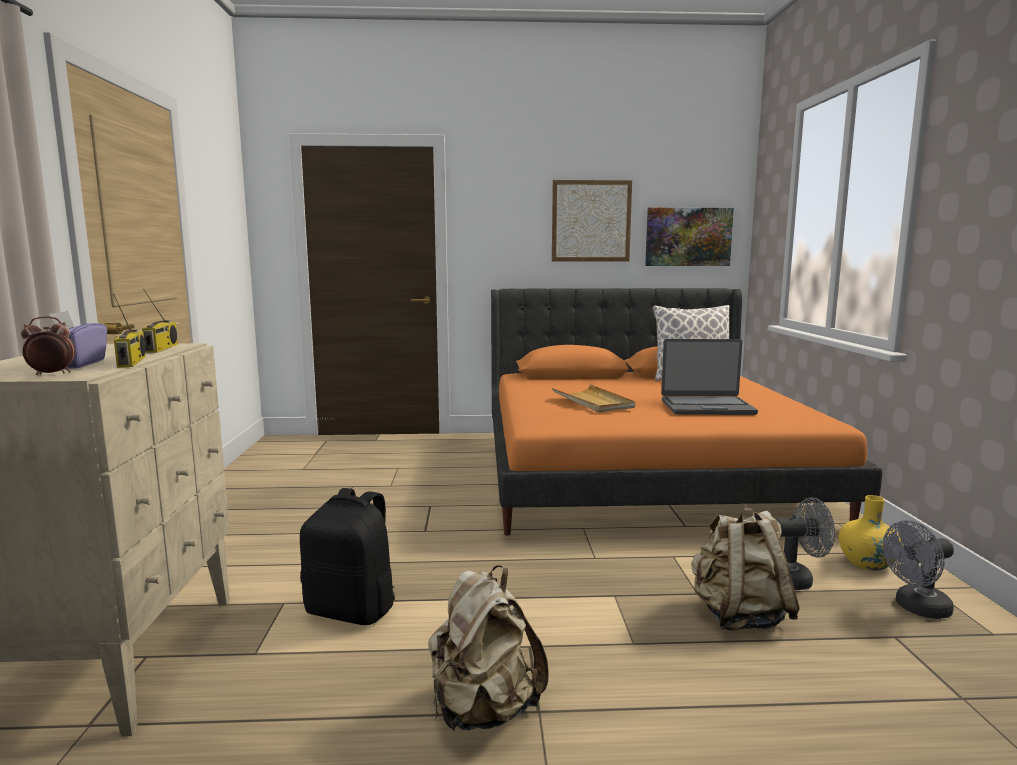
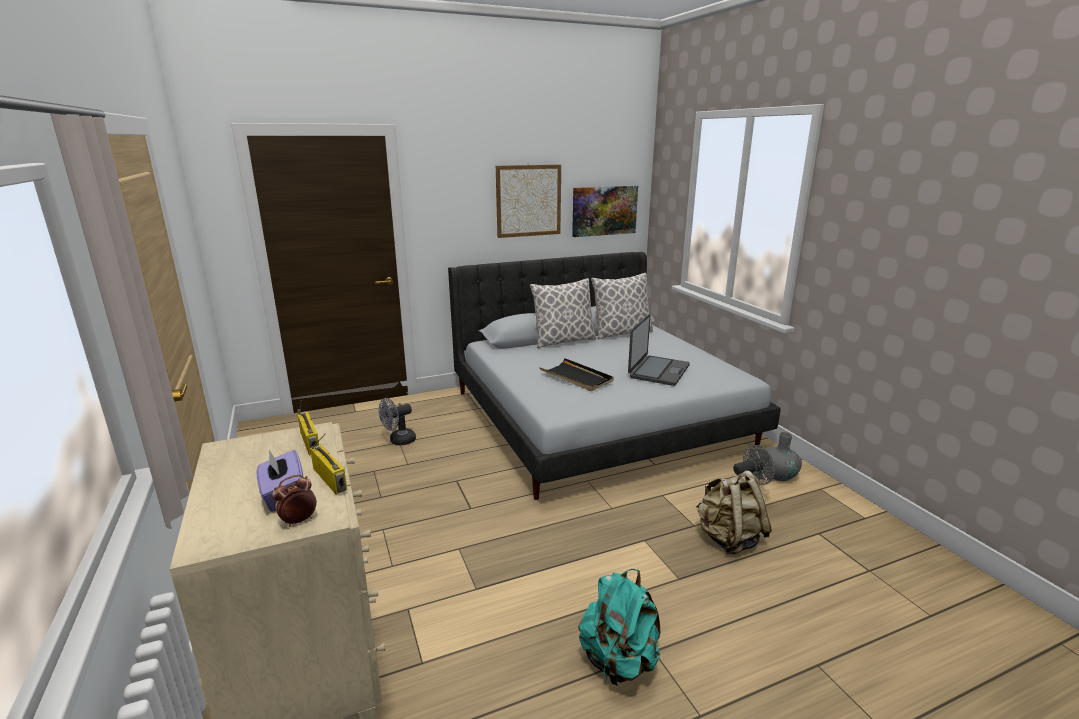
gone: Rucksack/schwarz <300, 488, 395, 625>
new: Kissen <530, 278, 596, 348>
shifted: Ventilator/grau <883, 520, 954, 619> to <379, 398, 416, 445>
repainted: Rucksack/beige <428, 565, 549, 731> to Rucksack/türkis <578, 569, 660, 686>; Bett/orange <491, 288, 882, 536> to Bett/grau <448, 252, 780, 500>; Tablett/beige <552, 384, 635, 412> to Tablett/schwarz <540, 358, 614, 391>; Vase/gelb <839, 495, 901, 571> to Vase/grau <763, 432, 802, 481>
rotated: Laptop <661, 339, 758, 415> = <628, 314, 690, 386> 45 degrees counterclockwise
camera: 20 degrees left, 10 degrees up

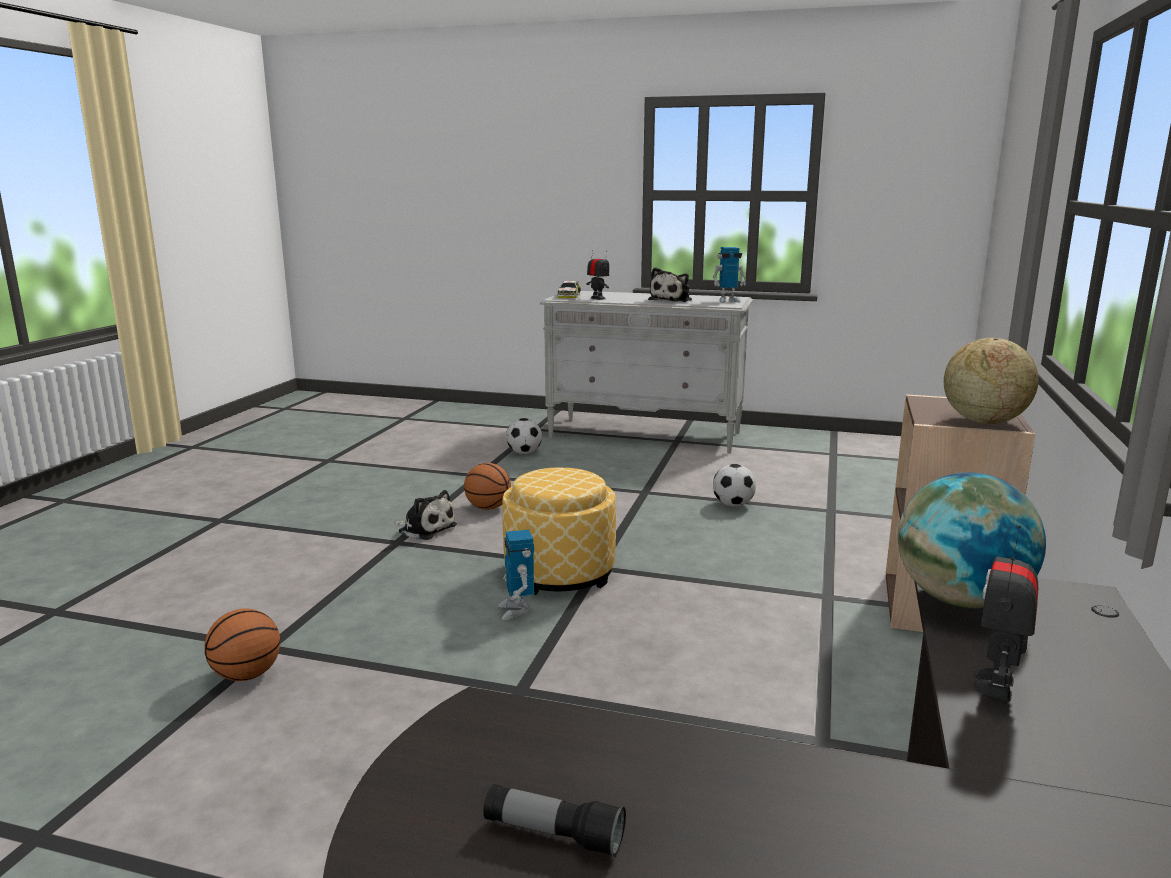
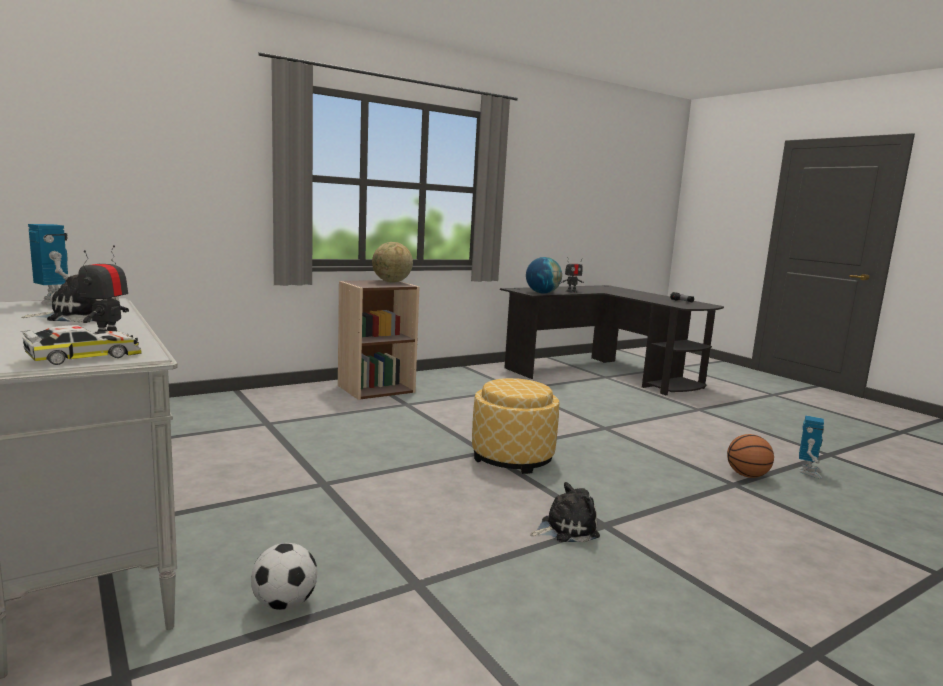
gone: Basketball <464, 463, 511, 510>; Fußball <713, 464, 756, 507>
shifted: Spielzeugroboter <498, 530, 534, 620> to <799, 415, 824, 479>
rotated: Plüschtier <394, 490, 457, 540> = <530, 482, 600, 542> 90 degrees clockwise
camera: 140 degrees left, 5 degrees down

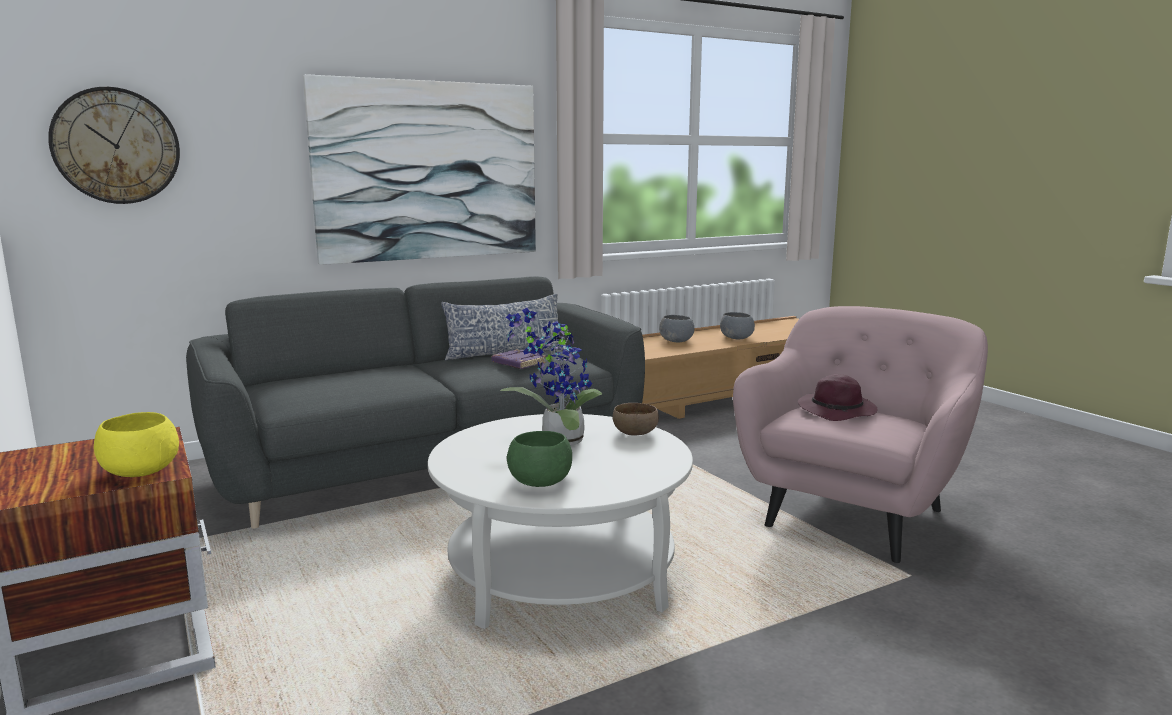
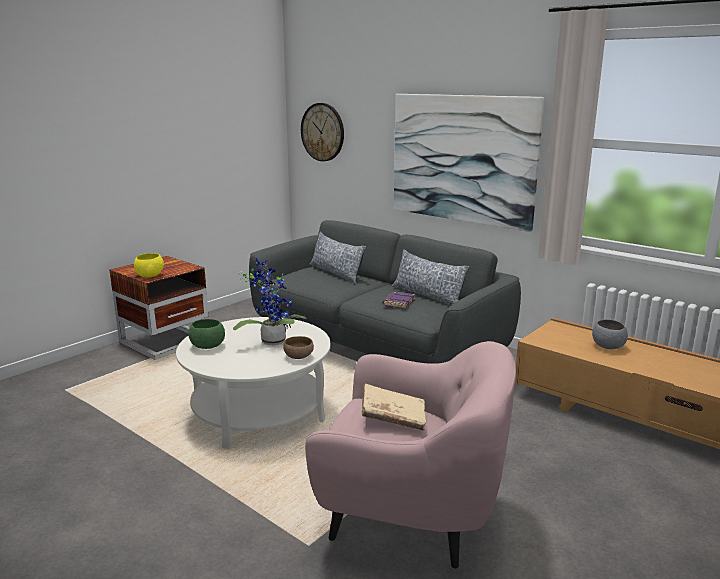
gone: Schüssel/grau <720, 312, 755, 339>
new: Kissen <309, 232, 366, 284>
swapped: Hut/lila <798, 374, 878, 421> to Buch/beige <362, 384, 426, 431>
camera: 70 degrees right, 5 degrees up

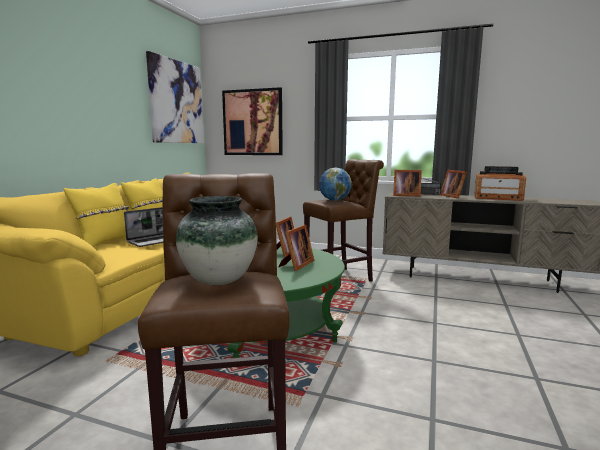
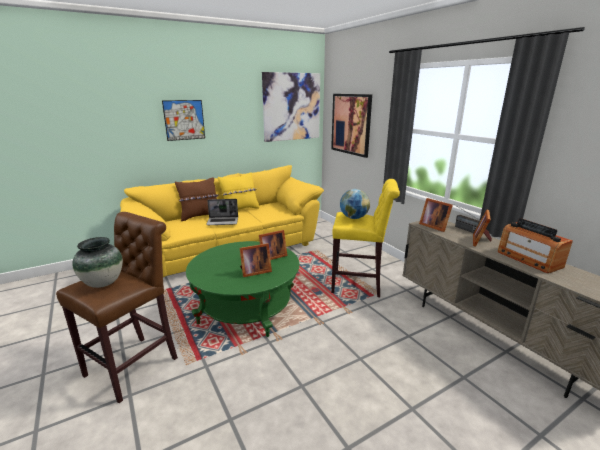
new: Bild <162, 100, 205, 141>
repainted: Kissen/gelb <64, 183, 130, 247> to Kissen/braun <175, 177, 218, 221>; Hocker/braun <303, 159, 384, 282> to Hocker/gelb <331, 179, 400, 297>
camera: 40 degrees right, 10 degrees up

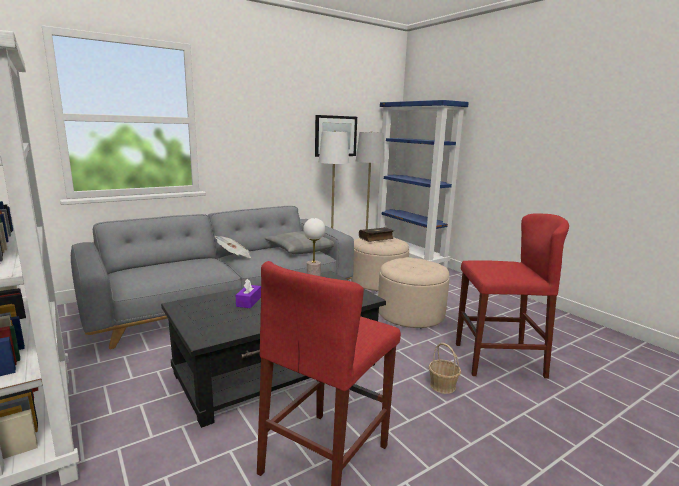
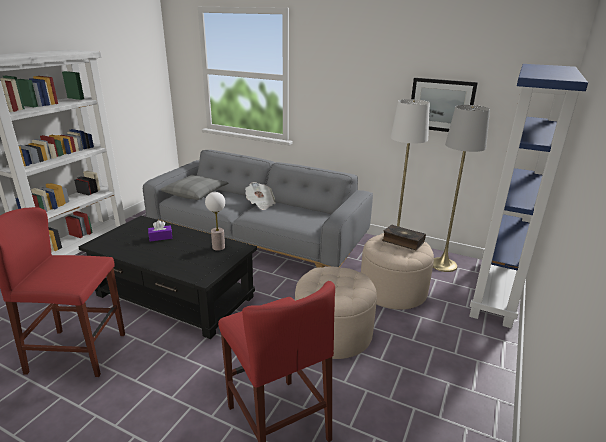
gone: Korb <428, 343, 461, 394>
shifted: Kissen/grau <265, 231, 334, 254> to <160, 175, 228, 200>
camera: 60 degrees right, 10 degrees up

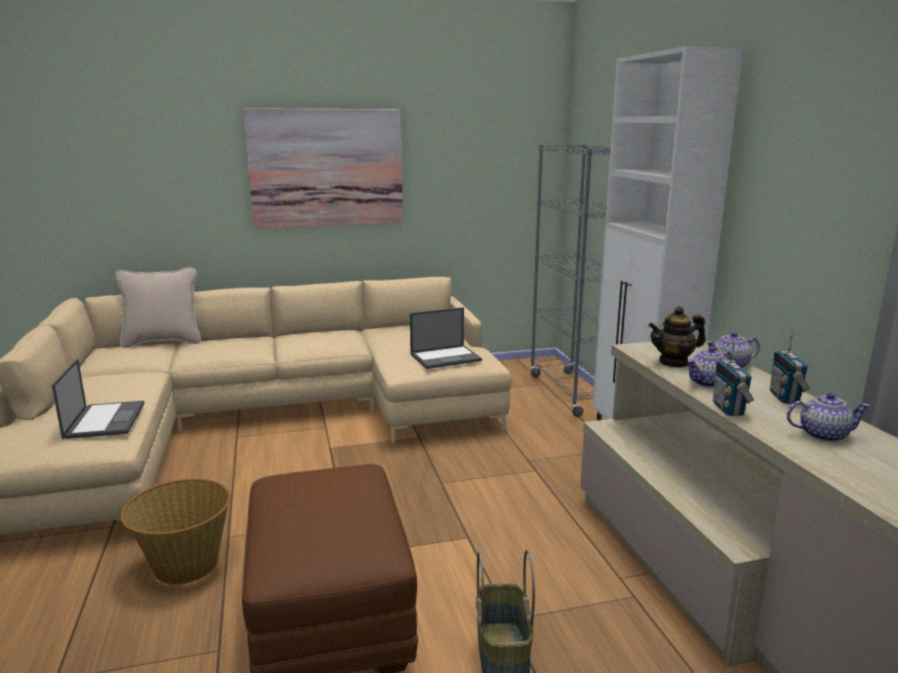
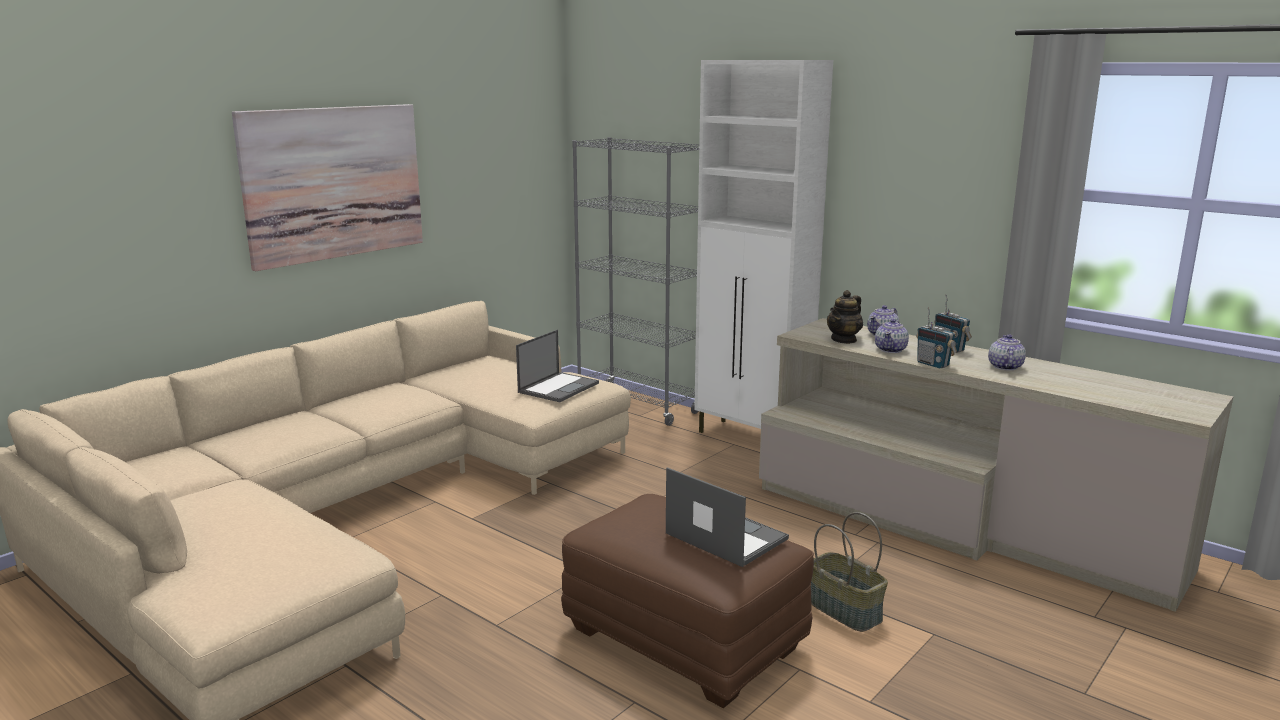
gone: Kissen/beige <115, 267, 201, 348>; Korb <121, 479, 231, 585>
shifted: Laptop <52, 359, 144, 439> to <666, 467, 789, 567>
rotated: Teekanne <787, 393, 870, 442> = <988, 334, 1026, 371> 45 degrees counterclockwise
camera: 35 degrees left, 0 degrees up

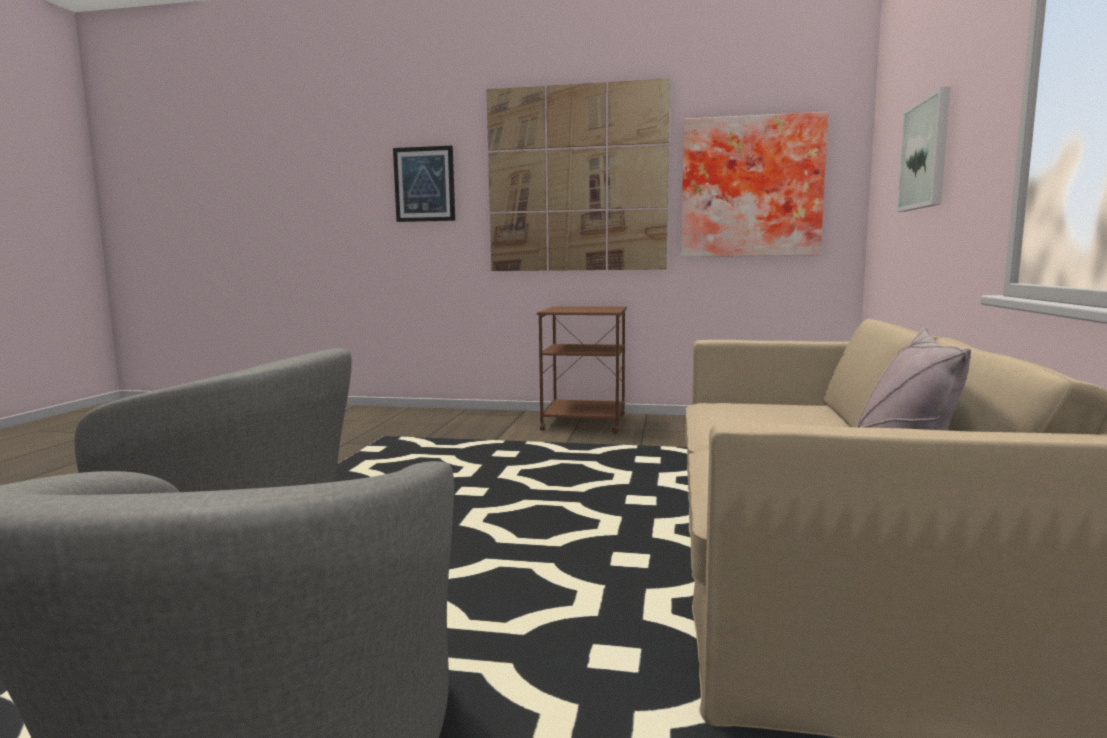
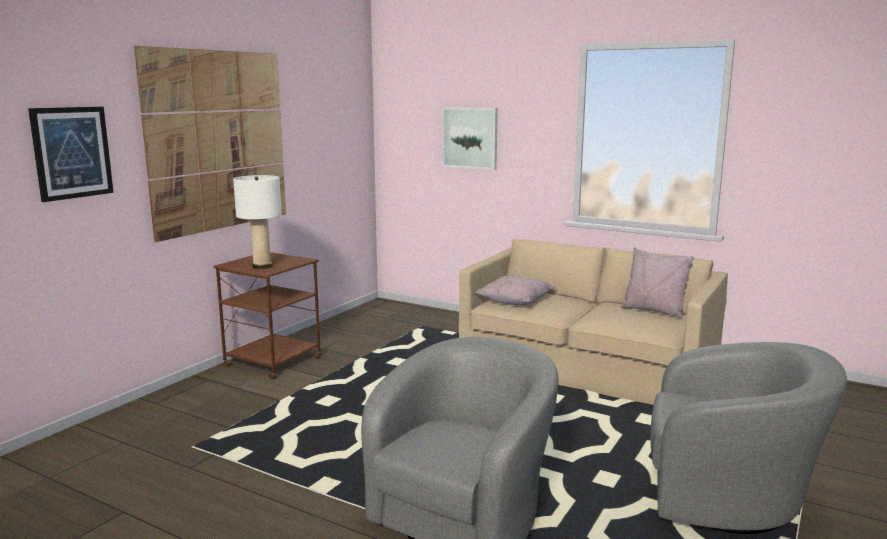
gone: Bild <681, 112, 828, 257>
new: Tischlampe/weiß <233, 175, 282, 269>; Kissen/lila <475, 275, 556, 305>
camera: 70 degrees left, 5 degrees up

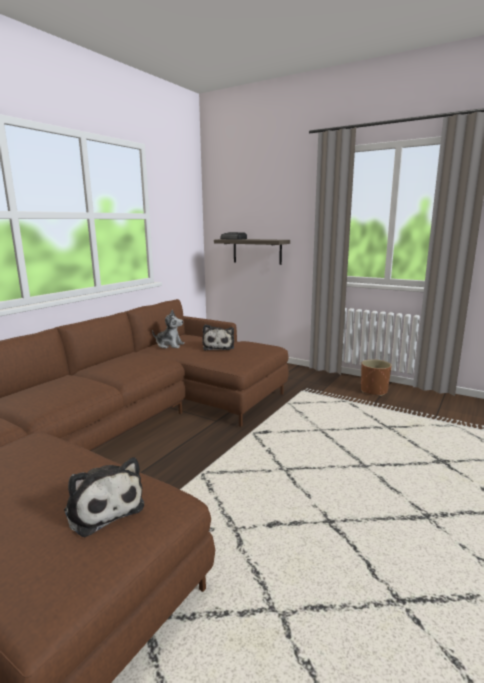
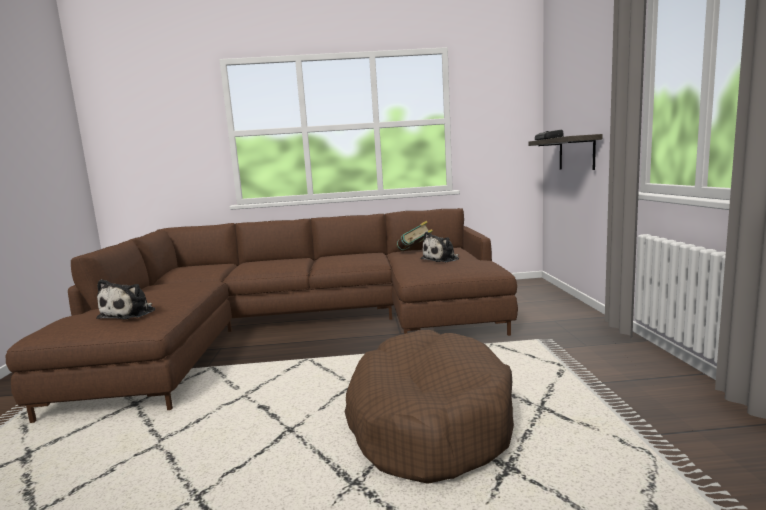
gone: Pflanzkübel/braun <361, 359, 392, 396>
new: Hundebett/braun <345, 330, 514, 484>
swapped: Plüschtier <152, 310, 184, 348> to Buch <396, 221, 433, 251>
camera: 55 degrees right, 5 degrees down

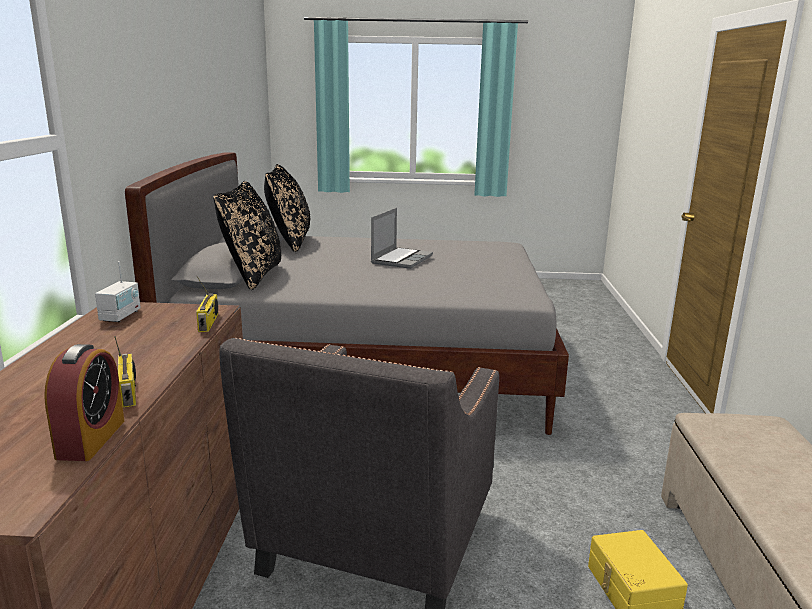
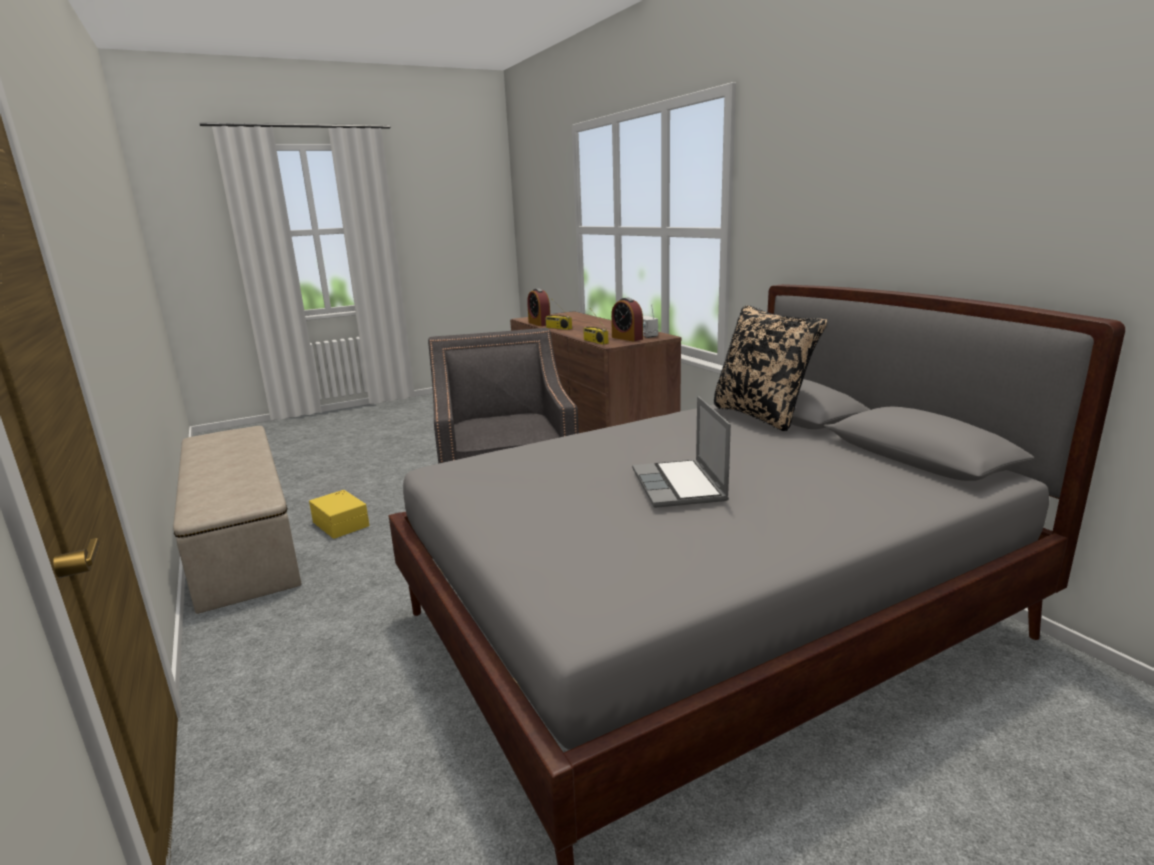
gone: Kissen/schwarz <264, 164, 310, 252>
new: Wecker <611, 298, 643, 341>
camera: 150 degrees right, 0 degrees up

